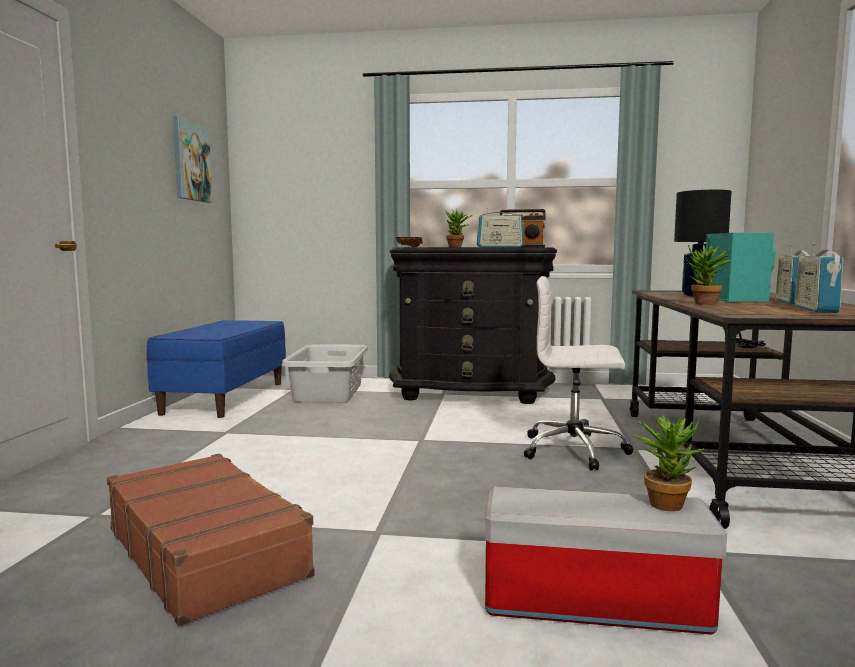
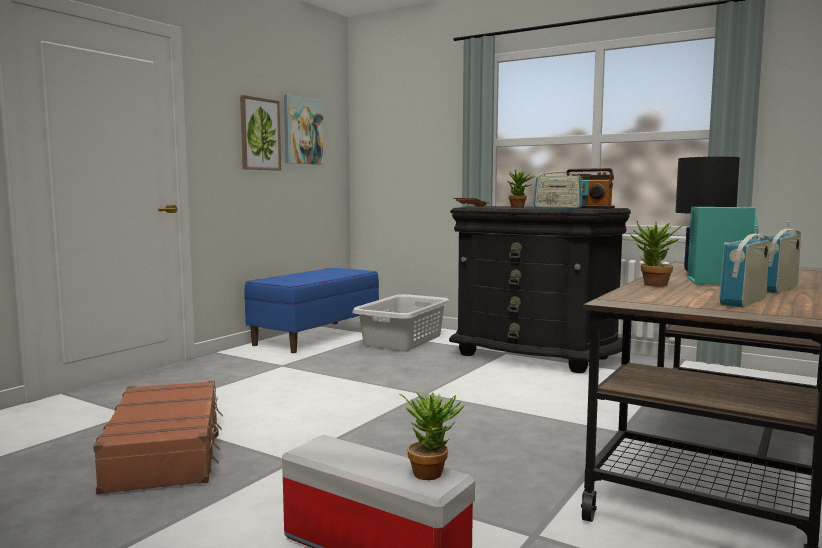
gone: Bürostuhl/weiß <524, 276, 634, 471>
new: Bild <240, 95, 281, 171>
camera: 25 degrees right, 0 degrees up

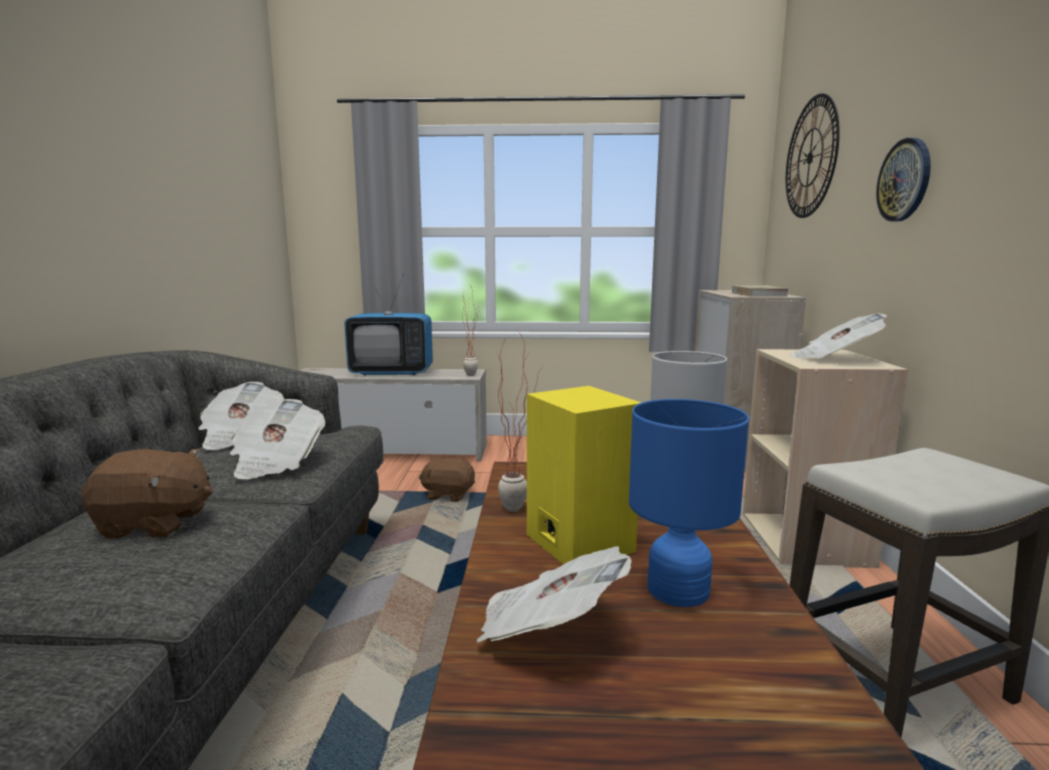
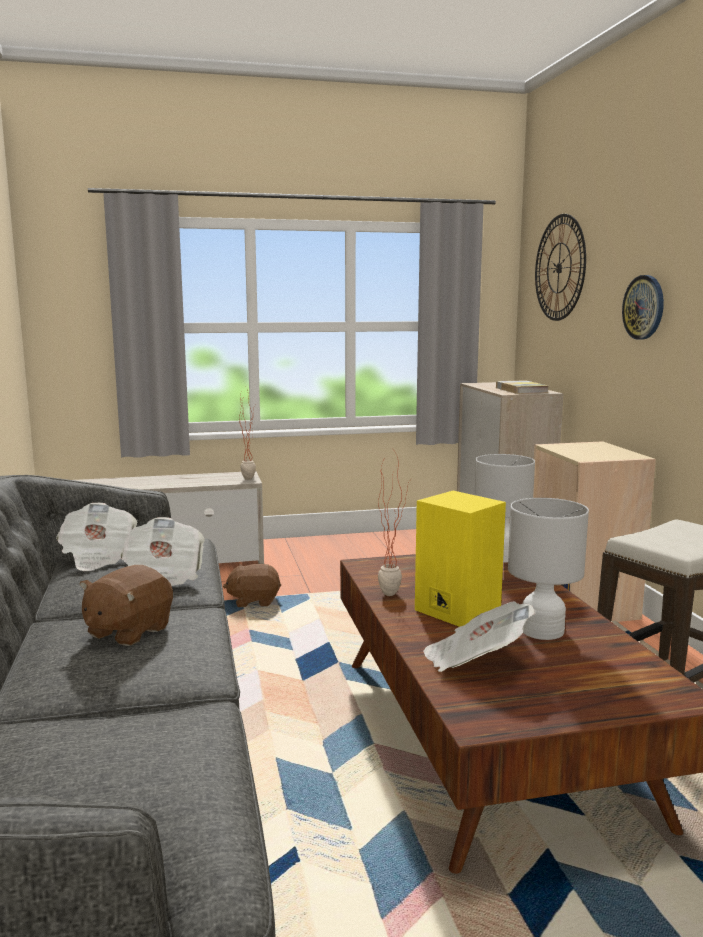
gone: Fernseher <344, 274, 433, 376>; Zeitung <790, 313, 887, 359>
repainted: Tischlampe/blau <629, 399, 749, 607> to Tischlampe/grau <508, 498, 589, 640>
rotated: Plüschtier/braun <82, 449, 213, 539> = <80, 565, 173, 646> 135 degrees clockwise
camera: 15 degrees left, 0 degrees up

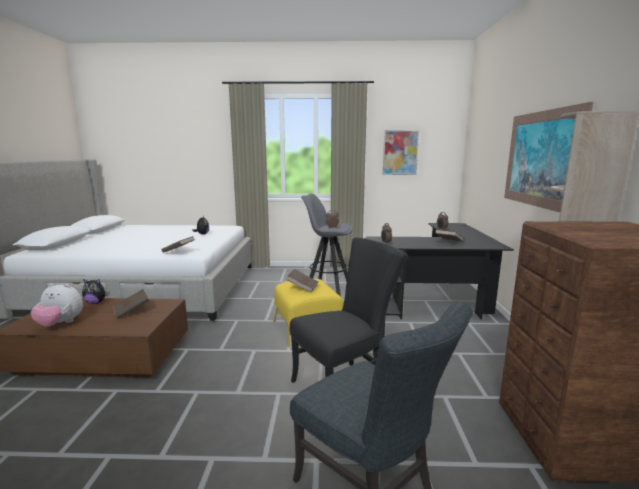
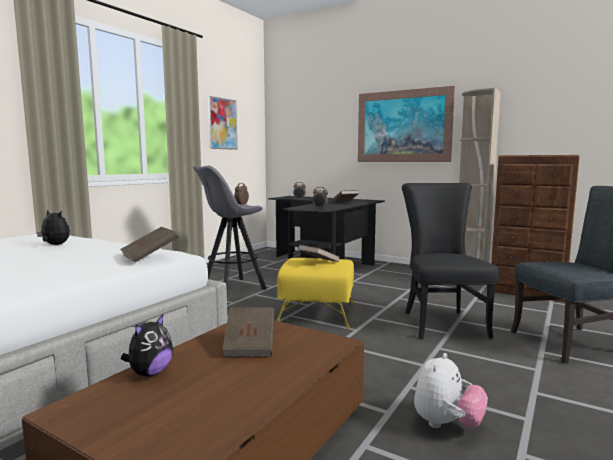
shifted: Plüschtier <31, 283, 83, 327> to <414, 353, 488, 428>
camera: 60 degrees left, 5 degrees down

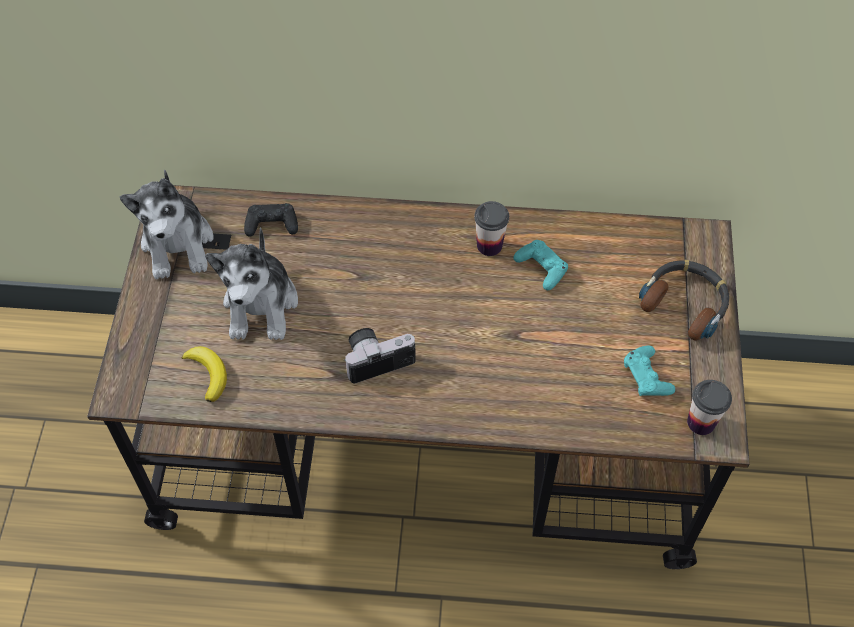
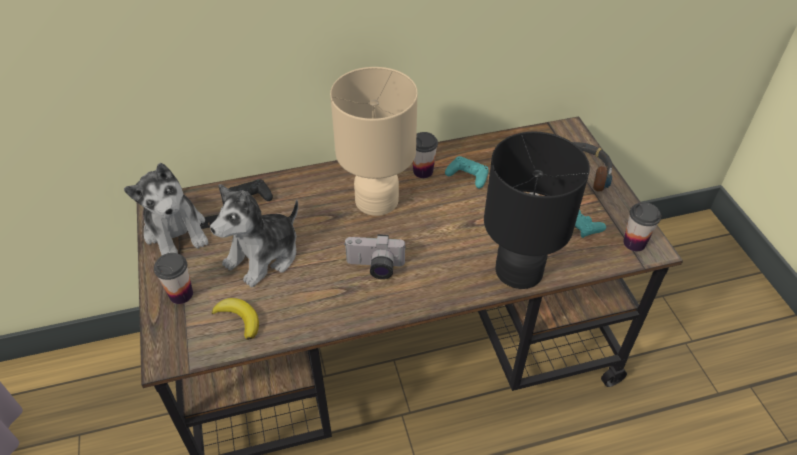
new: Tasse <154, 253, 193, 304>; Tischlampe/beige <330, 67, 417, 216>; Tischlampe/schwarz <484, 132, 590, 289>
rotated: Plüschtier <205, 227, 298, 340> = <210, 184, 298, 287> 60 degrees clockwise; Kamera <344, 328, 416, 384> = <345, 234, 406, 279> 135 degrees counterclockwise
camera: 20 degrees left, 10 degrees down

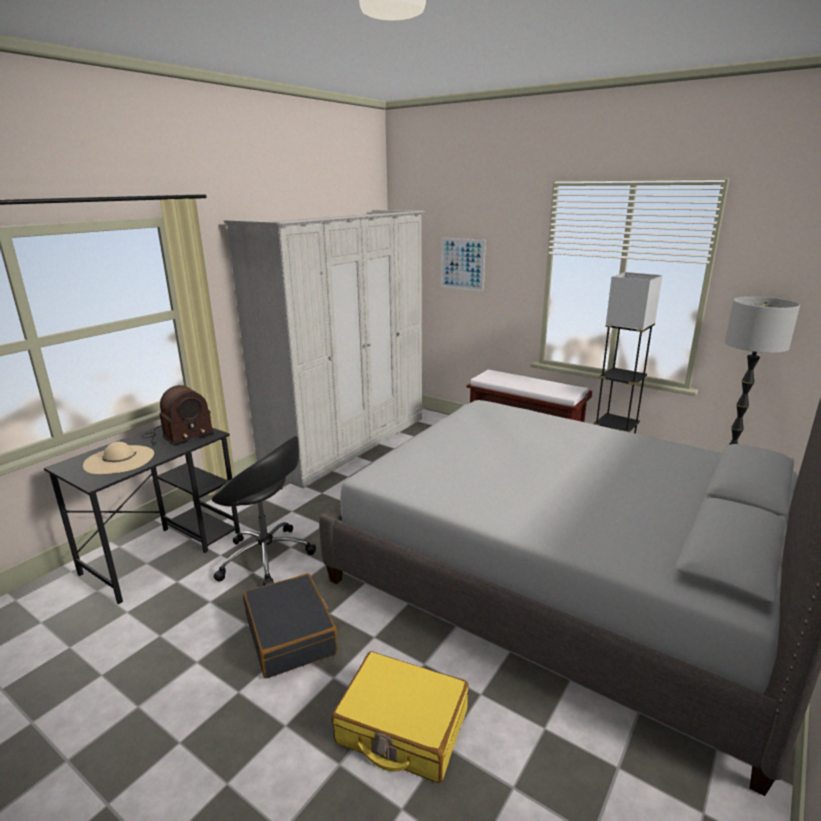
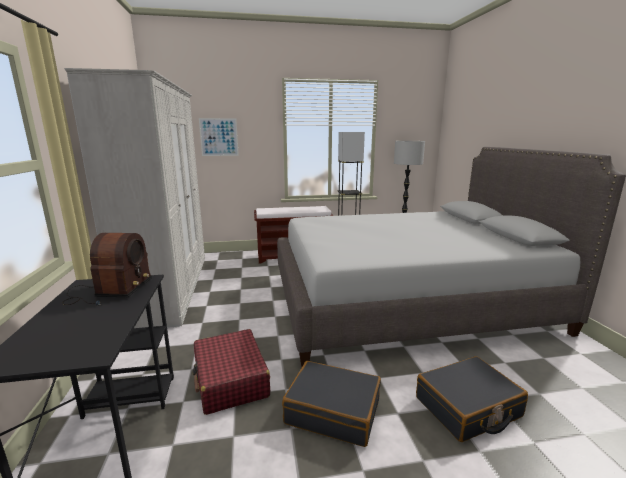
gone: Hut/beige <83, 442, 154, 474>
swapped: Bürostuhl/schwarz <212, 436, 316, 586> to Koffer/rot <193, 329, 270, 415>
repainted: Koffer/gelb <331, 651, 468, 783> to Koffer/schwarz <416, 356, 528, 442>
camera: 45 degrees left, 5 degrees down

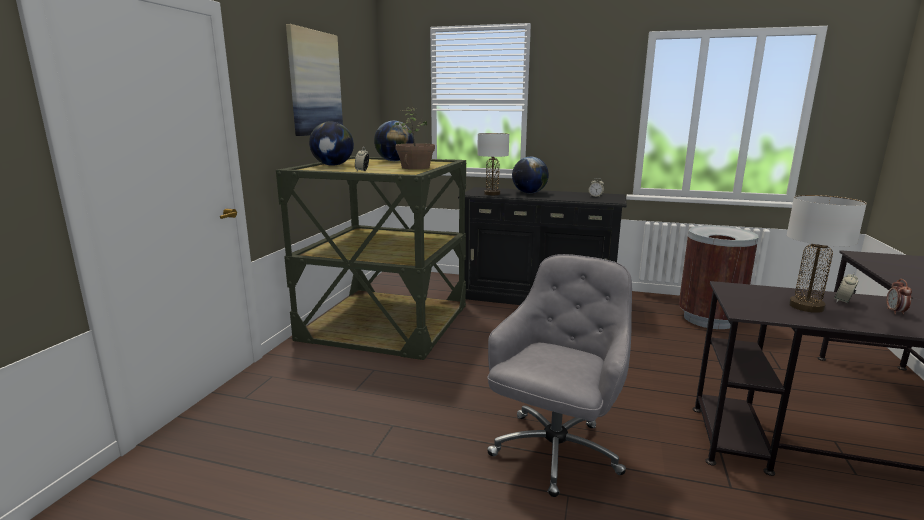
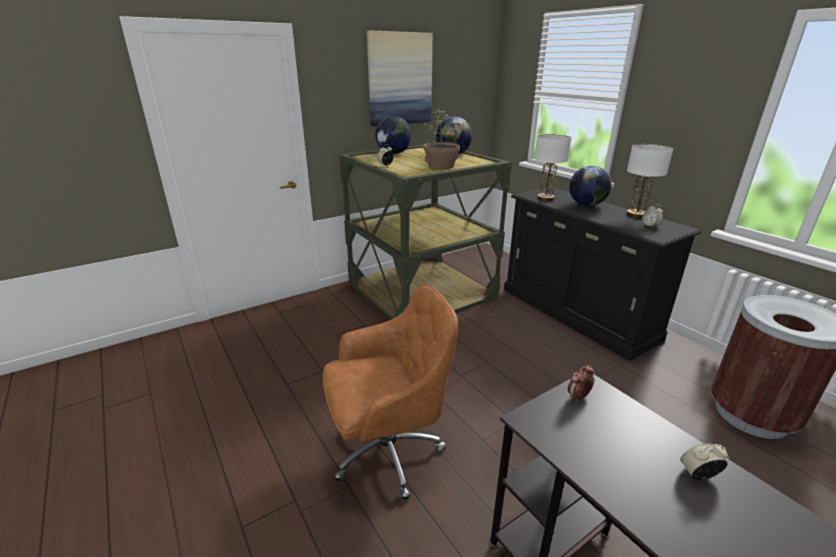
shifted: Tischlampe <787, 195, 867, 313> to <626, 144, 673, 218>; Wecker <886, 279, 912, 315> to <568, 365, 594, 402>
repainted: Bürostuhl/grau <487, 254, 632, 497> to Bürostuhl/braun <323, 284, 458, 500>
camera: 40 degrees right, 10 degrees up

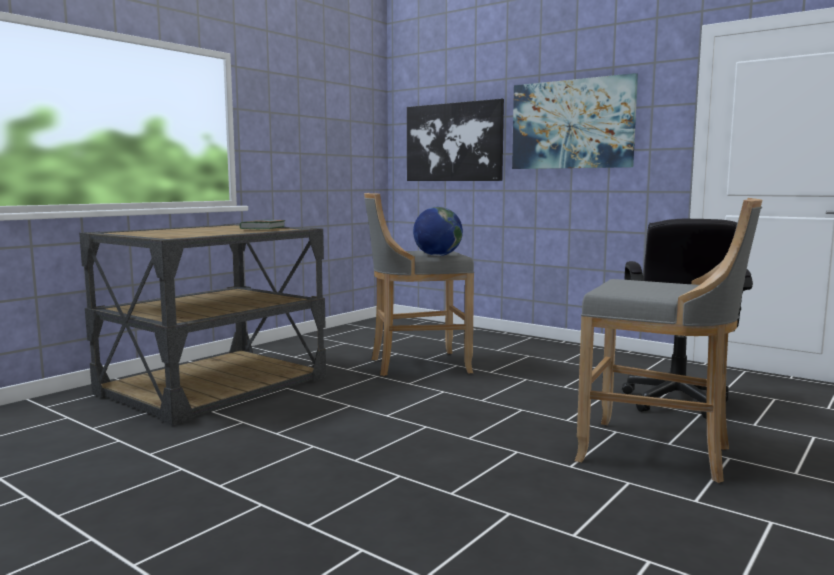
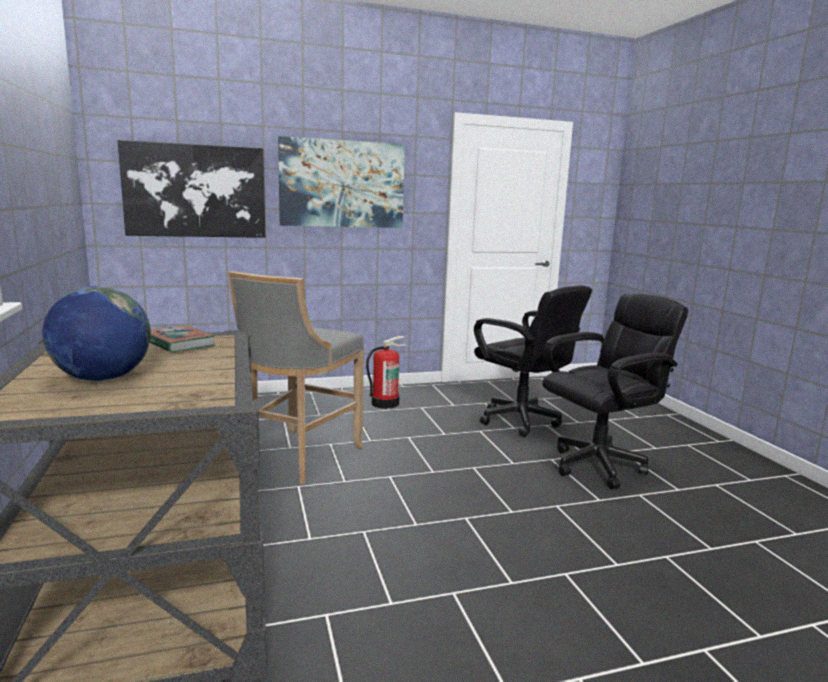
new: Feuerlöscher <366, 336, 406, 409>
shifted: Globus <413, 207, 463, 256> to <42, 286, 151, 381>
swapped: Hocker/grau <575, 198, 763, 483> to Bürostuhl/schwarz <542, 294, 688, 489>
camera: 55 degrees left, 5 degrees up

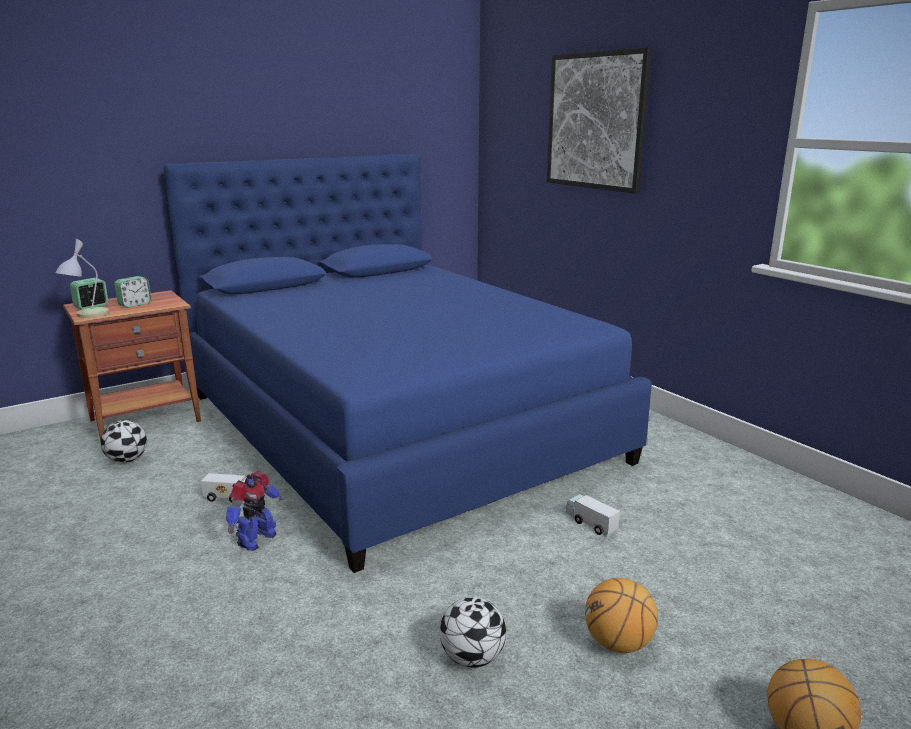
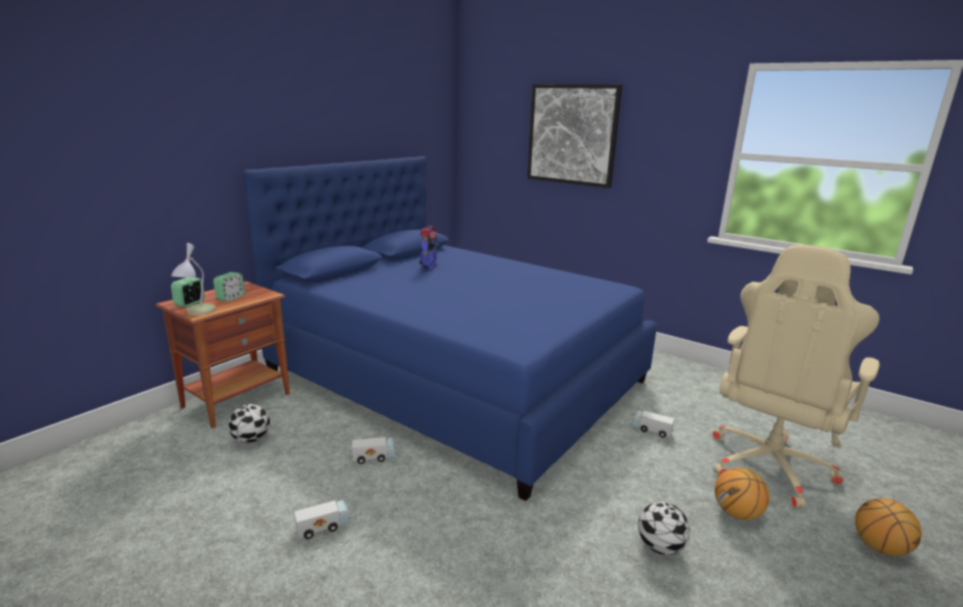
new: Spielzeuglaster <294, 500, 350, 539>; Bürostuhl/beige <713, 245, 880, 508>
shifted: Spielzeugroboter <226, 471, 283, 551> to <419, 226, 438, 270>
camera: 20 degrees left, 0 degrees up

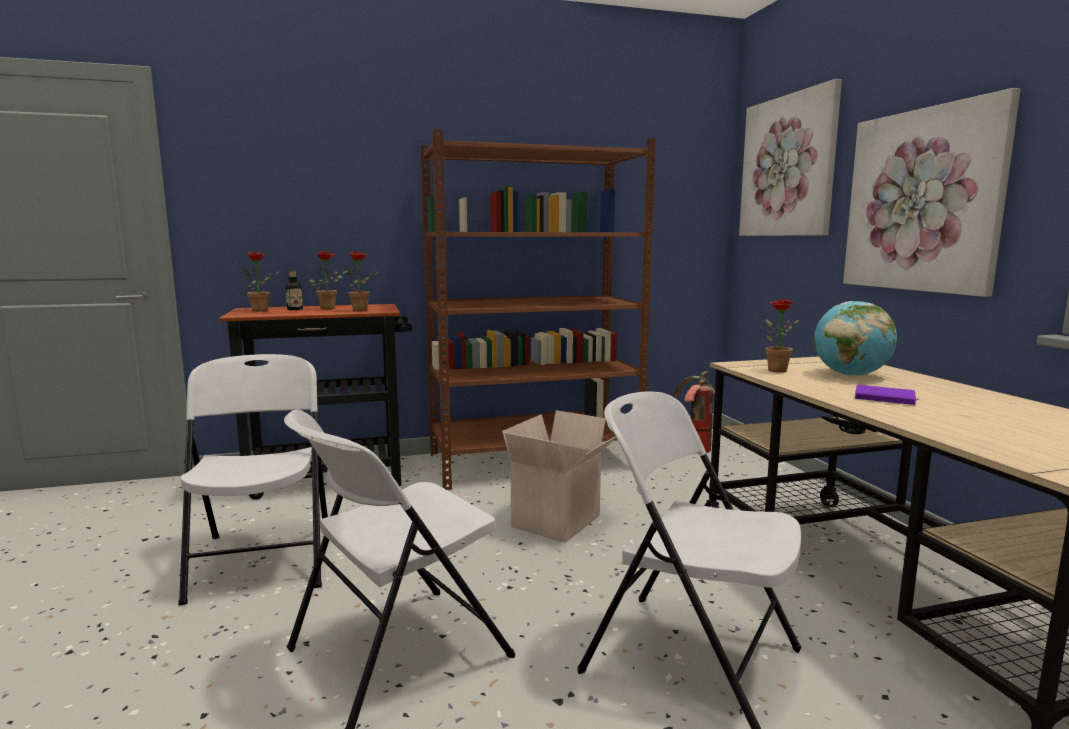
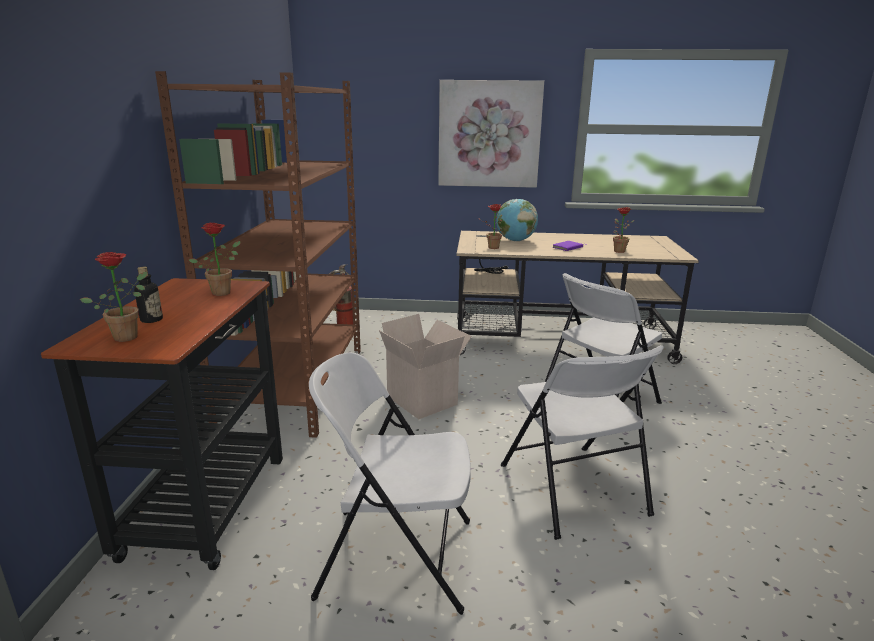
gone: Bild <739, 79, 842, 236>
shifted: Topfpflanze <310, 251, 348, 309> to <613, 207, 635, 253>
camera: 70 degrees left, 10 degrees up

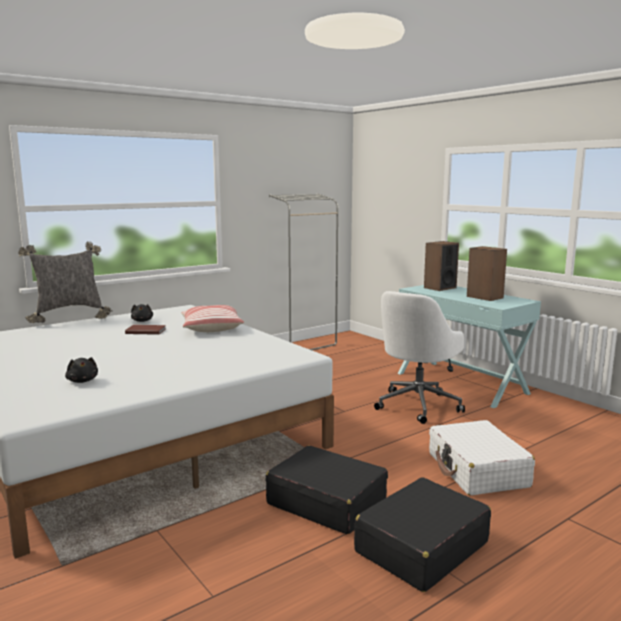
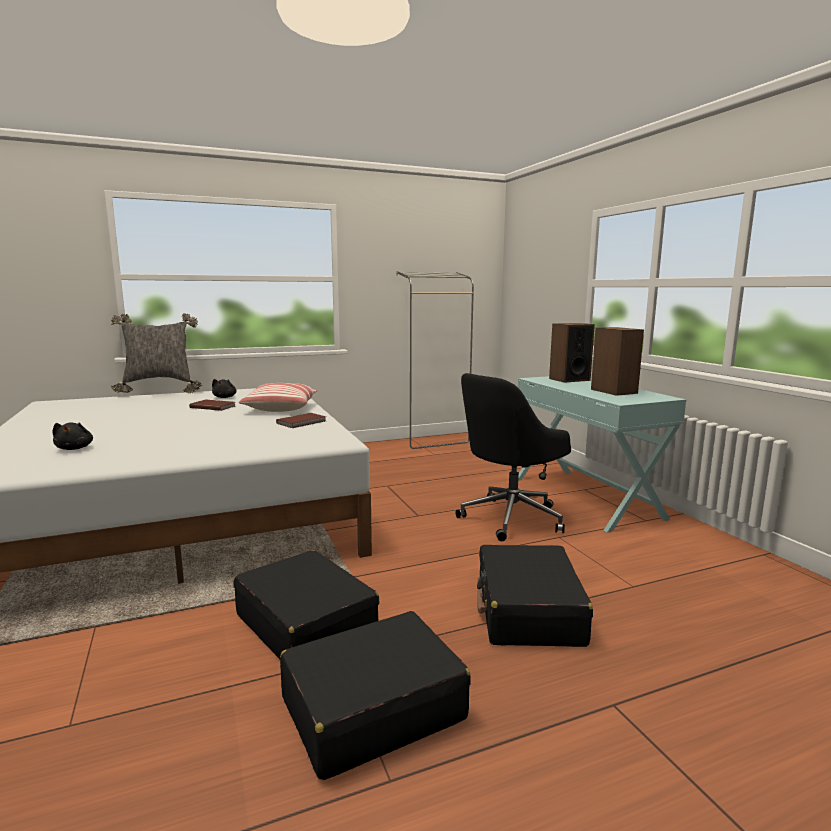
new: Buch/braun <276, 413, 326, 428>
repainted: Bürostuhl/weiß <374, 291, 465, 424> to Bürostuhl/schwarz <456, 373, 571, 541>; Koffer/weiß <429, 420, 535, 496> to Koffer/schwarz <477, 545, 593, 647>
camera: 15 degrees right, 0 degrees up

